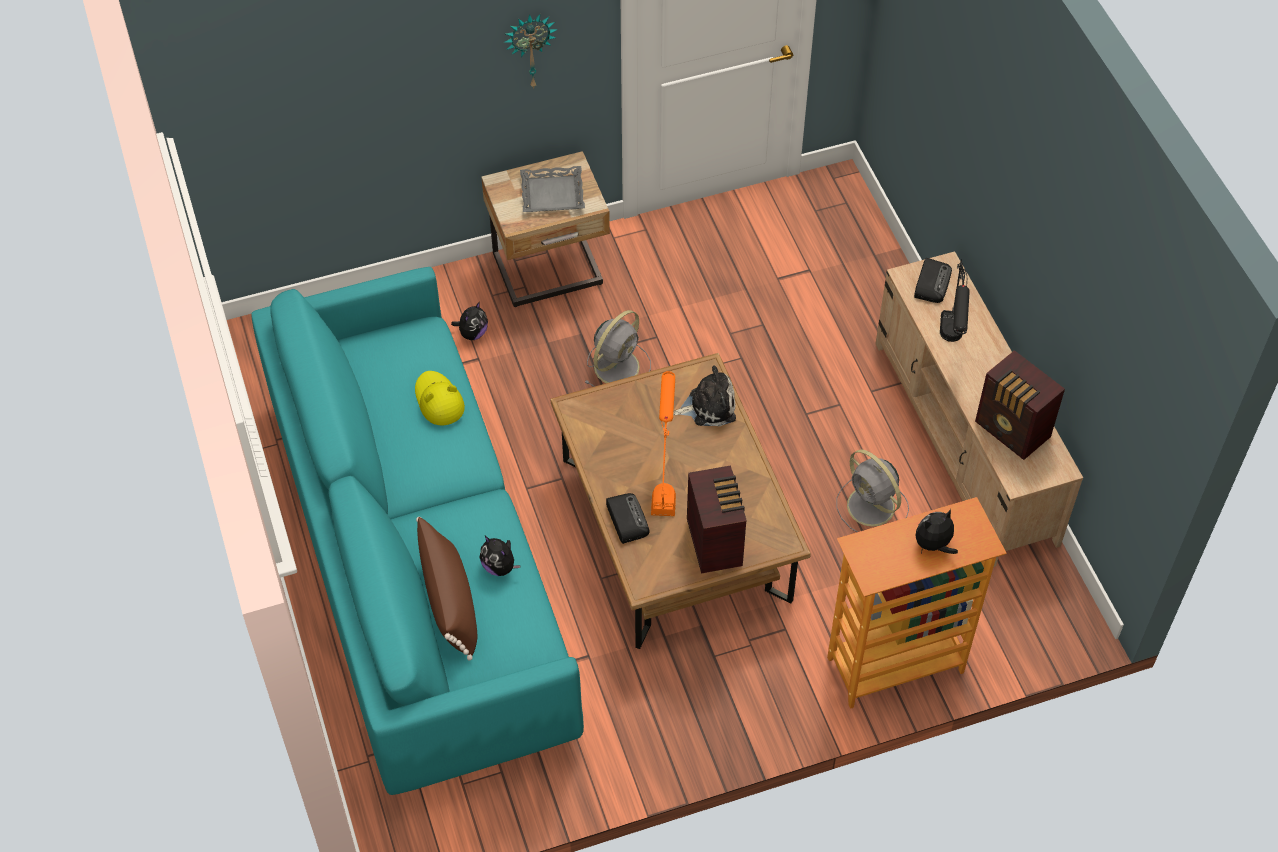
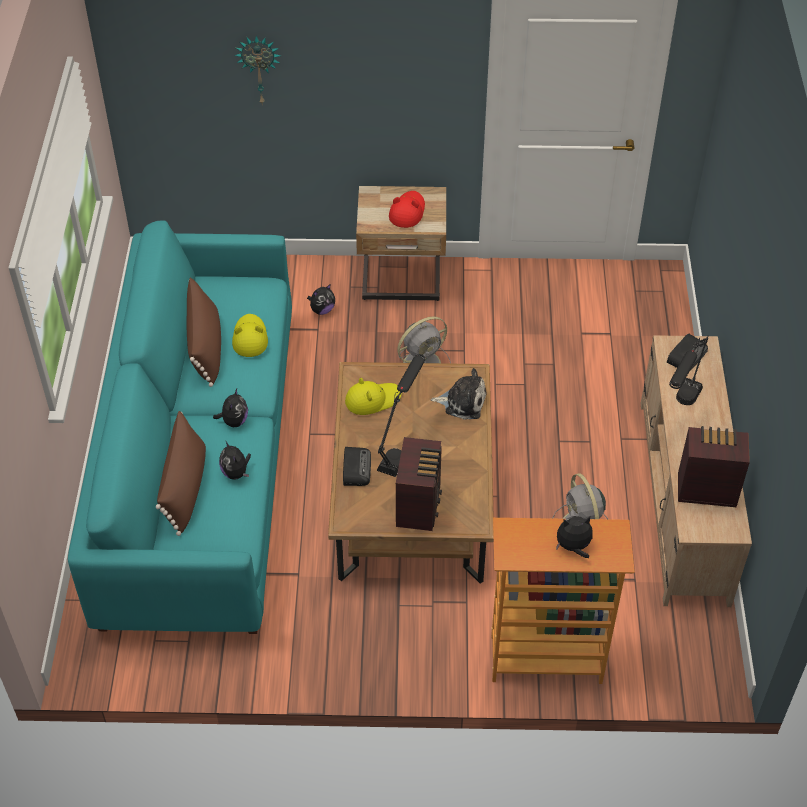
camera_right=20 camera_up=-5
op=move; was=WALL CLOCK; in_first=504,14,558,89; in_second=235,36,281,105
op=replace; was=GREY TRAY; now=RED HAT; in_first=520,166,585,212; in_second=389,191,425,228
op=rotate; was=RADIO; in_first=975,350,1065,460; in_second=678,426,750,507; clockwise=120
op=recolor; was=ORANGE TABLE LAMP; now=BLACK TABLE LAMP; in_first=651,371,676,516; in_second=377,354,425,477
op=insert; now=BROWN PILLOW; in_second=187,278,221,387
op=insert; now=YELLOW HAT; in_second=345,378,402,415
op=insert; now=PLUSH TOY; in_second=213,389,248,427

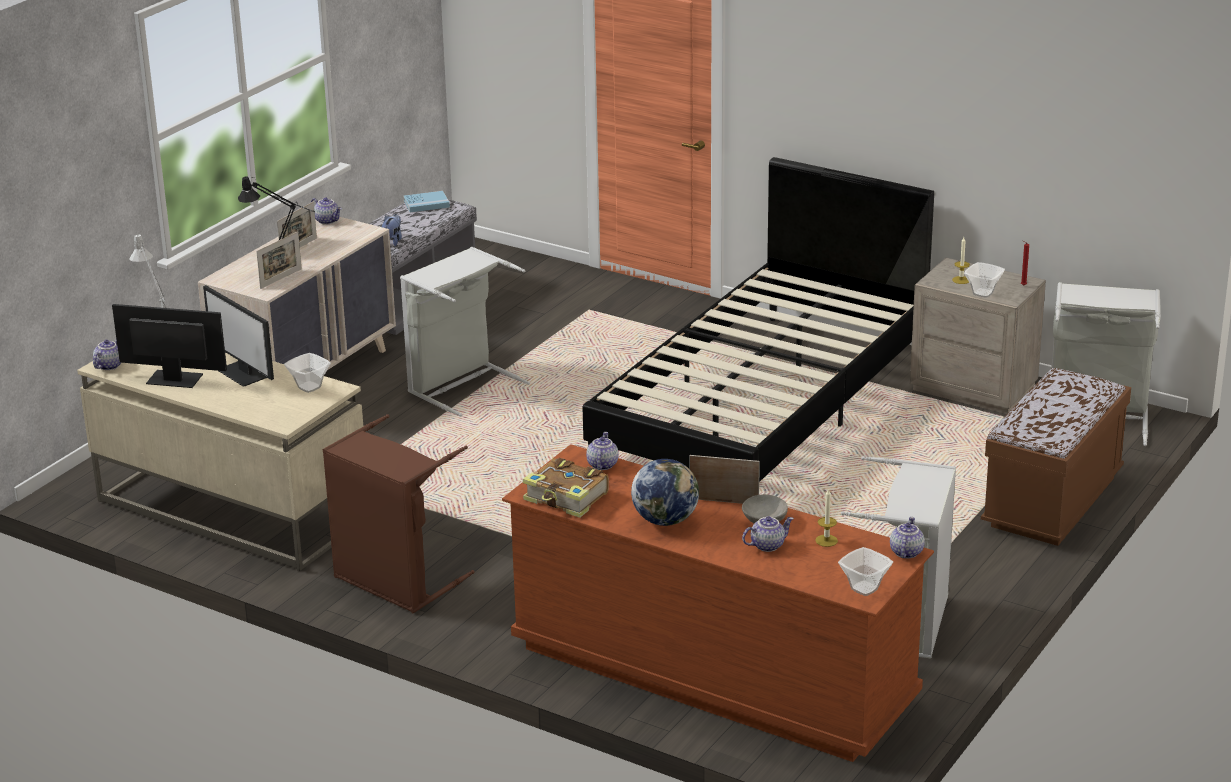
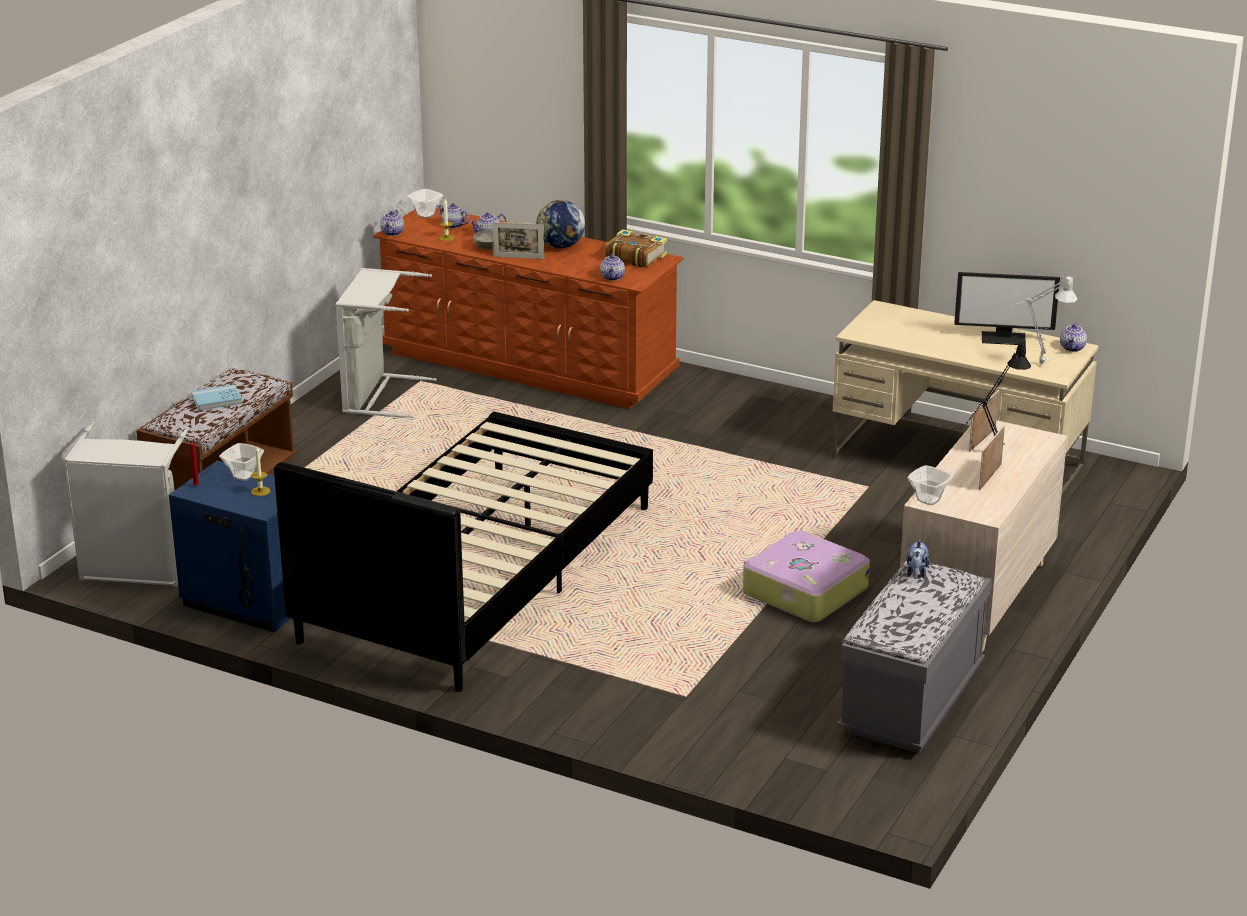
camera_right=175 camera_up=0
op=move; was=BLUE BOOK; in_first=404,191,450,212; in_second=191,384,242,411
op=move; was=TEAPOT; in_first=311,197,342,225; in_second=437,203,469,229
op=replace; was=GREY LAUNDRY BASKET; now=SUITCASE; in_first=400,246,530,417; in_second=743,530,870,622
op=recolor; was=BEIGE NIGHTSTAND; now=BLUE NIGHTSTAND; in_first=910,258,1046,414; in_second=169,461,291,633
op=delete; was=MONITOR; in_first=203,285,274,387
op=move; was=BOWL; in_first=284,353,331,393; in_second=908,465,953,505
op=delete; was=BROWN LAUNDRY BASKET; in_first=323,414,475,613

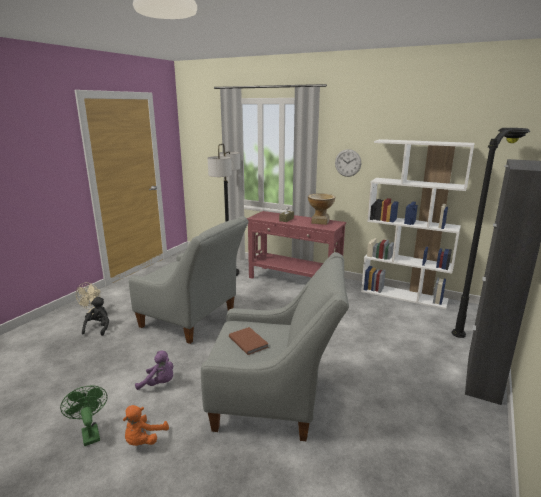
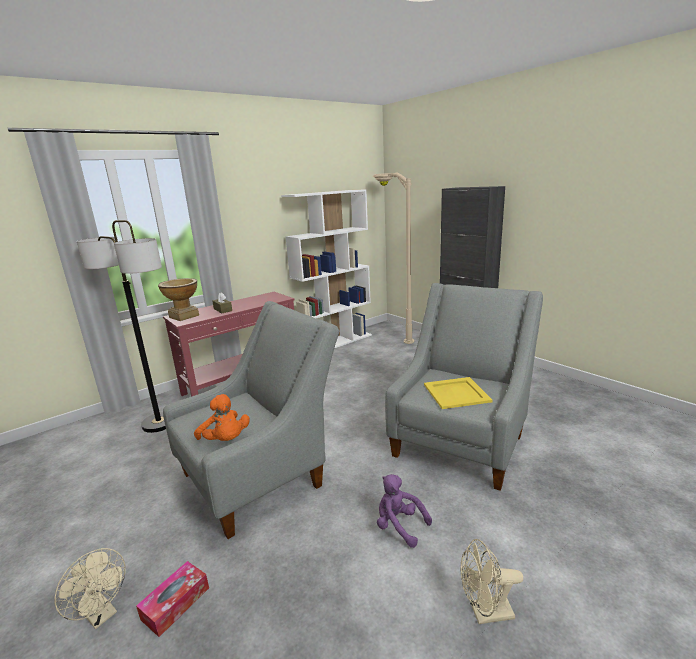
camera_right=-65 camera_up=0
op=recolor; was=BLACK FLOOR LAMP; now=BEIGE FLOOR LAMP; in_first=452,128,531,338; in_second=373,173,414,344
op=delete; was=WALL CLOCK; in_first=335,149,361,177
op=move; was=VASE; in_first=308,193,335,225; in_second=158,278,199,321
op=replace; was=BLACK PLUSH TOY; now=TISSUE BOX; in_first=82,297,109,336; in_second=136,561,209,637
op=replace; was=BROWN BOOK; now=YELLOW TRAY; in_first=229,327,269,355; in_second=424,377,493,409
op=rotate; was=PURPLE PLUSH TOY; in_first=135,351,173,390; in_second=377,474,432,548; clockwise=-90
op=recolor; was=GREEN FAN; now=BEIGE FAN; in_first=60,385,107,446; in_second=461,539,523,624
op=move; was=ORANGE PLUSH TOY; in_first=123,405,169,446; in_second=194,394,250,441

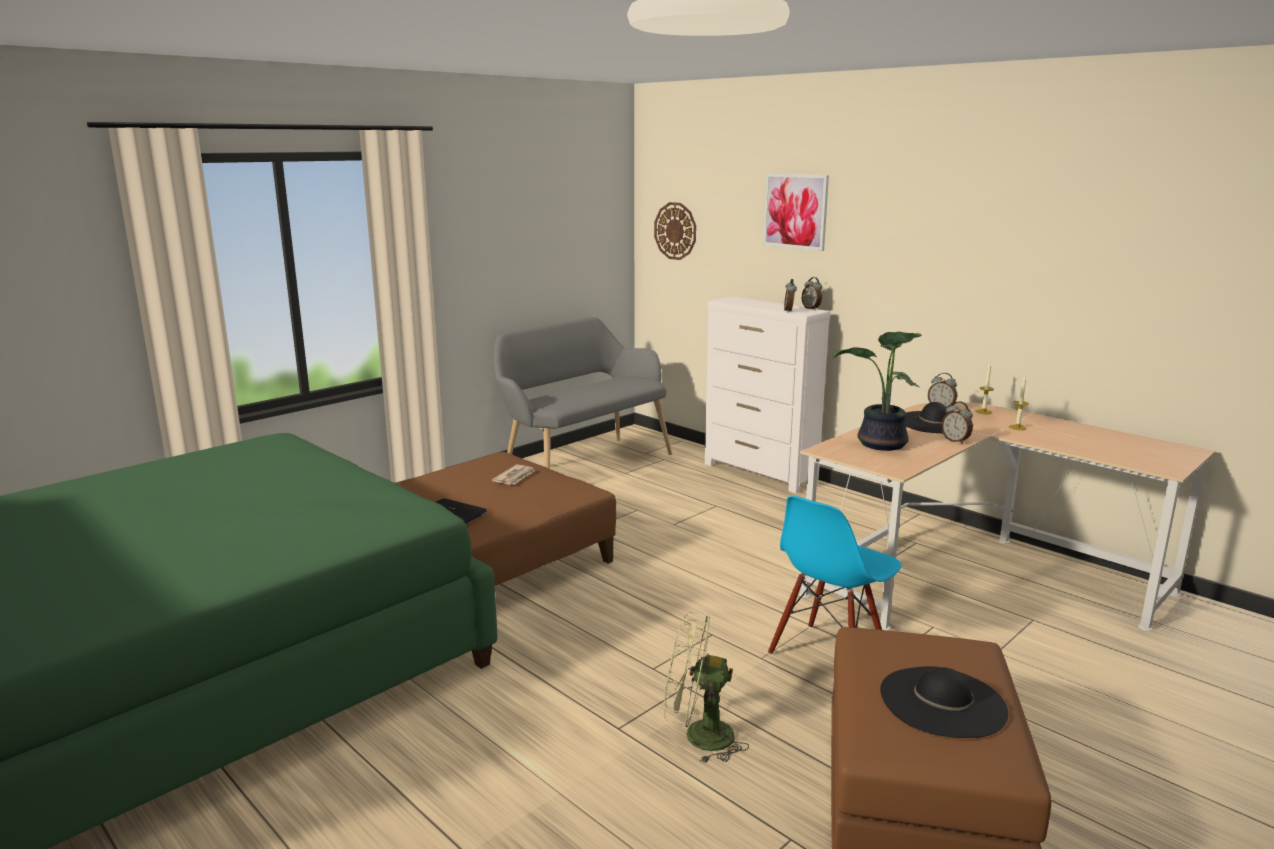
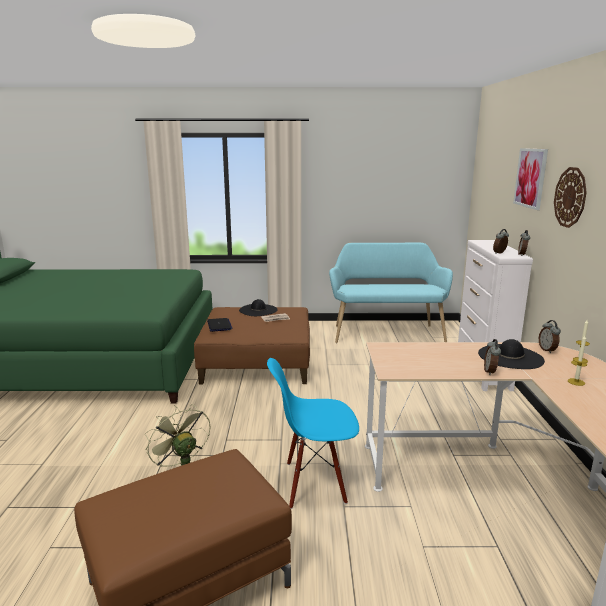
camera_right=45 camera_up=0
op=move; was=WALL CLOCK; in_first=654,202,696,260; in_second=554,167,587,228
op=recolor; was=GREY BENCH; now=TURQUOISE BENCH; in_first=494,317,672,469; in_second=329,243,453,343
op=delete; was=POTTED PLANT; in_first=833,332,922,451
op=move; was=BLACK HAT; in_first=880,666,1008,738; in_second=239,299,278,316

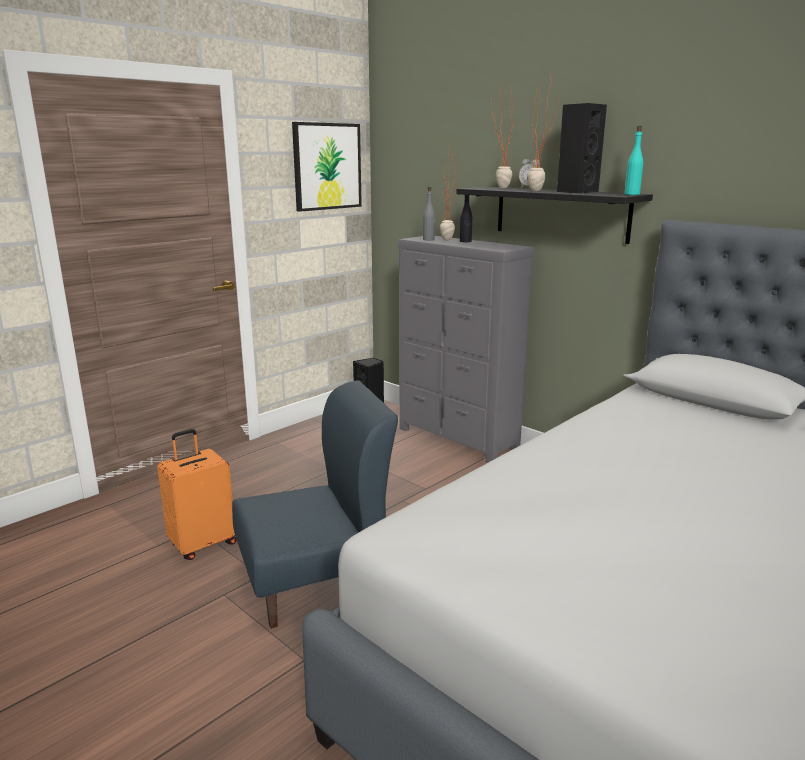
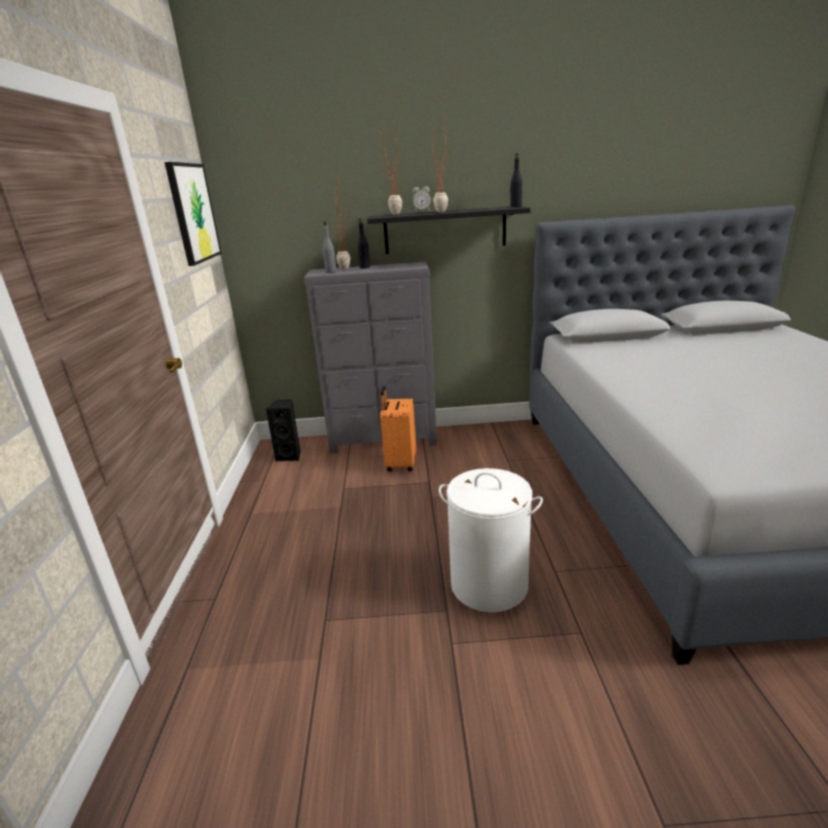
camera_right=-45 camera_up=5
op=delete; was=BLACK SPEAKER; in_first=557,103,607,193
op=recolor; was=TURQUOISE BOTTLE; now=BLACK BOTTLE; in_first=624,126,643,195; in_second=510,153,522,207
op=replace; was=BLUE CHAIR; now=WHITE LAUNDRY BASKET; in_first=232,380,398,629; in_second=439,468,543,613
op=move; was=ORANGE SUITCASE; in_first=157,429,236,560; in_second=380,386,416,471

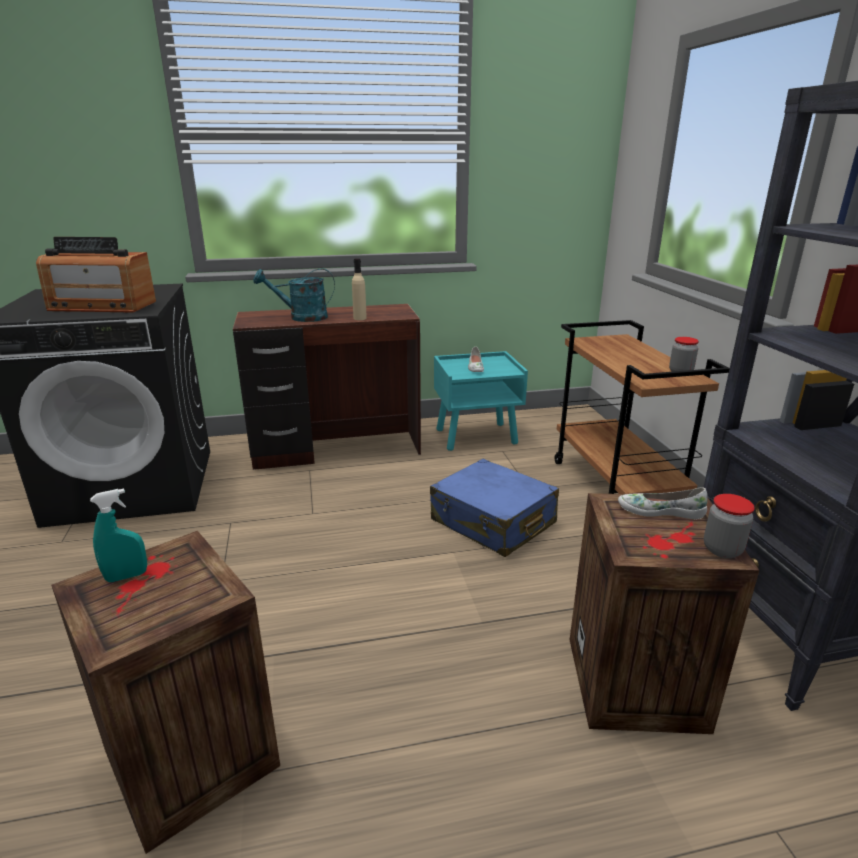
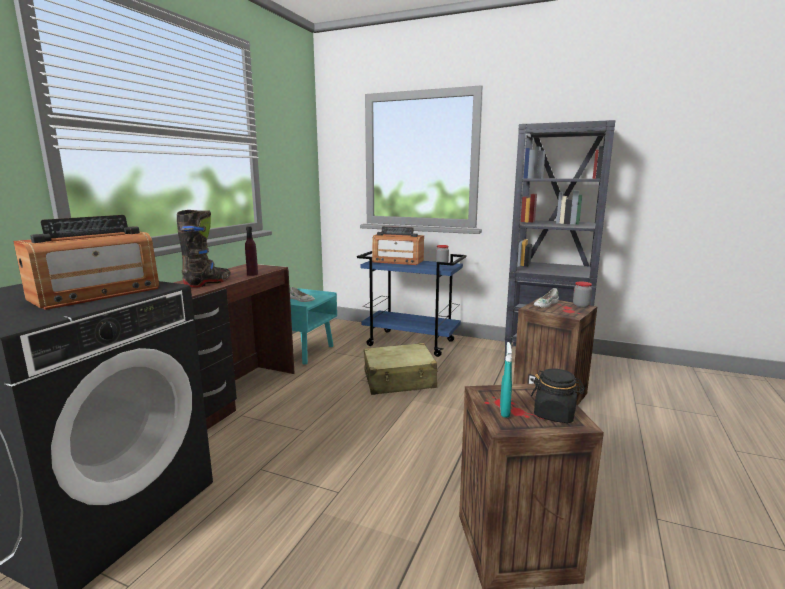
camera_right=-55 camera_up=-10
op=recolor; was=BEIGE BOTTLE; now=PURPLE BOTTLE; in_first=352,258,367,320; in_second=245,226,258,276
op=replace; was=TURQUOISE WATERING CAN; now=BLACK BOOT; in_first=253,268,335,322; in_second=177,210,231,287
op=recolor; was=BROWN CART; now=BLUE CART; in_first=555,320,730,494; in_second=357,251,466,357
op=recolor; was=BLUE SUITCASE; now=BEIGE SUITCASE; in_first=430,459,559,557; in_second=364,343,438,395
op=insert; now=RADIO; in_second=372,226,424,265
op=insert; now=BLACK JAR; in_second=531,369,584,423

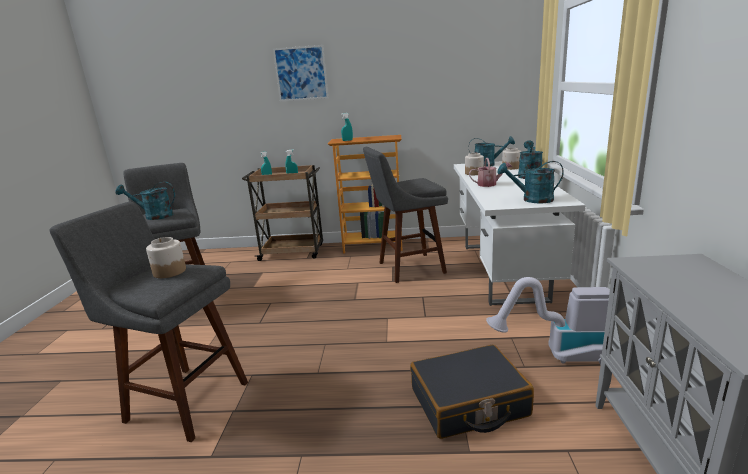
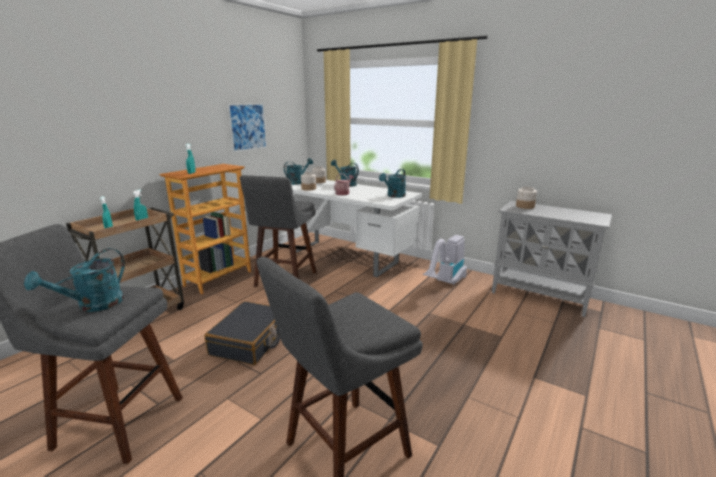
camera_right=-60 camera_up=0
op=move; was=PICTURE; in_first=273,45,328,102; in_second=227,103,267,152
op=move; was=JAR; in_first=146,237,186,278; in_second=516,187,537,209
op=move; was=BLACK SUITCASE; in_first=410,345,534,439; in_second=205,301,281,365

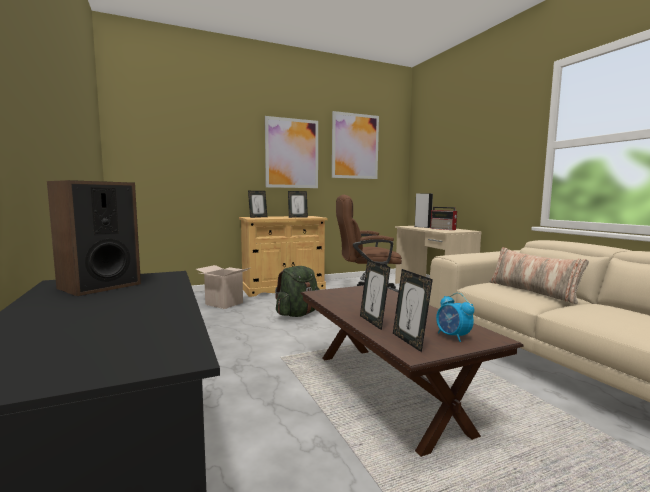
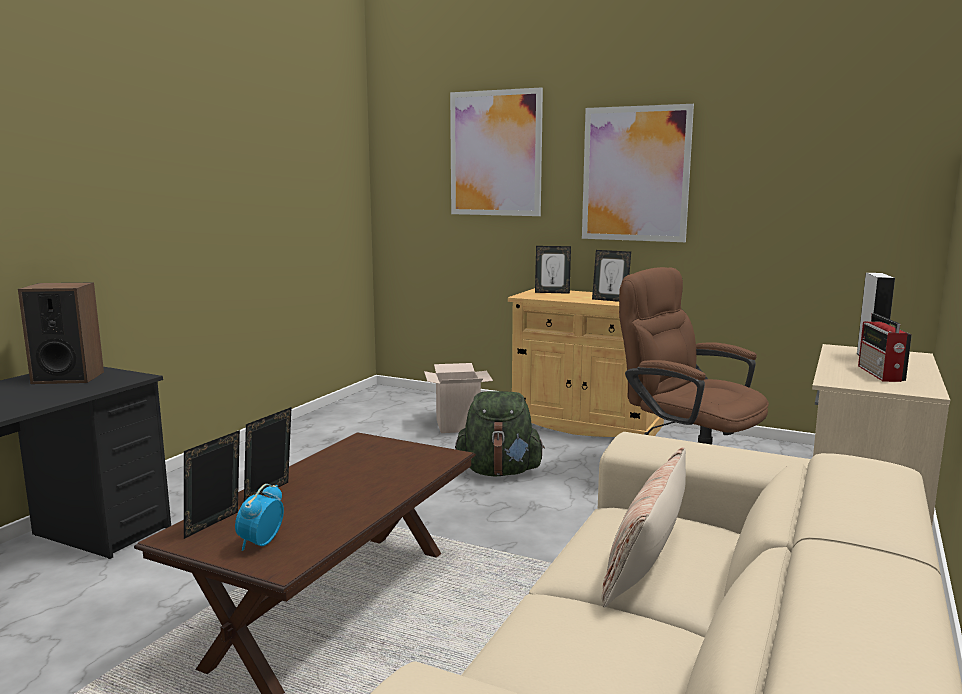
camera_right=50 camera_up=5
op=move; was=PICTURE; in_first=332,111,379,179; in_second=450,87,543,216

